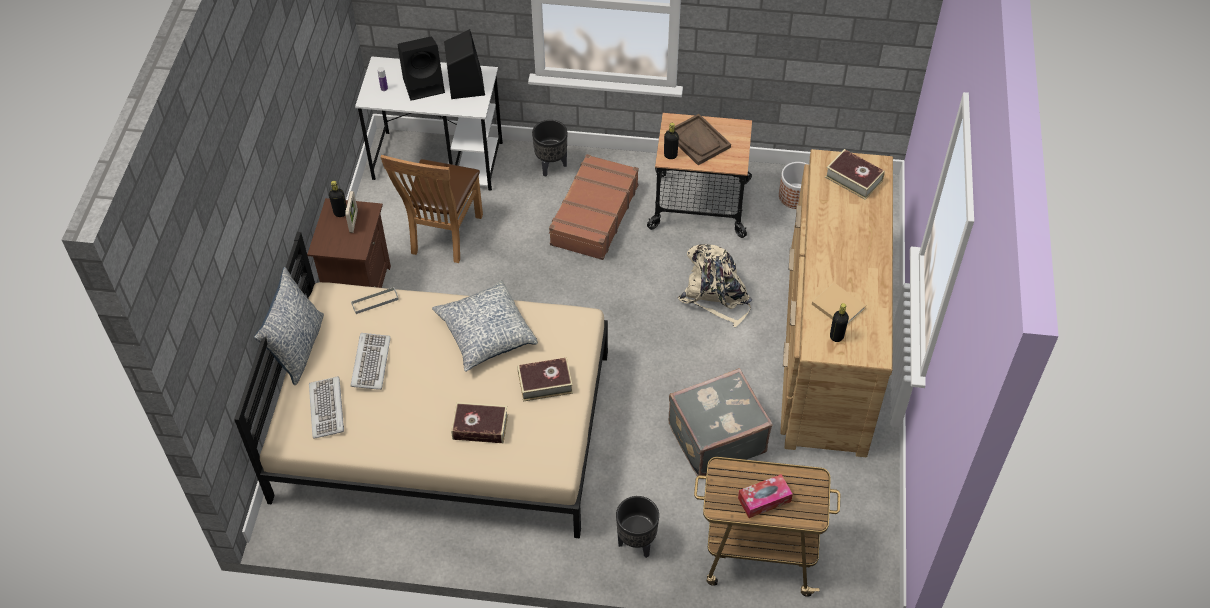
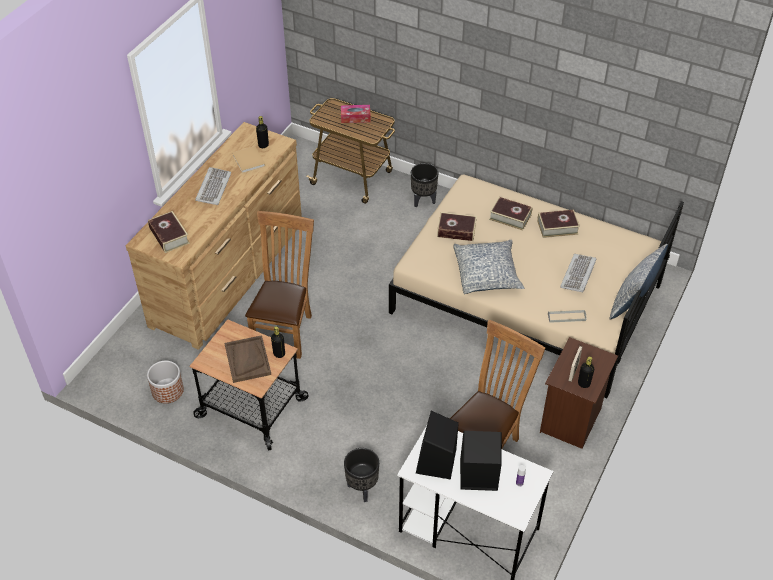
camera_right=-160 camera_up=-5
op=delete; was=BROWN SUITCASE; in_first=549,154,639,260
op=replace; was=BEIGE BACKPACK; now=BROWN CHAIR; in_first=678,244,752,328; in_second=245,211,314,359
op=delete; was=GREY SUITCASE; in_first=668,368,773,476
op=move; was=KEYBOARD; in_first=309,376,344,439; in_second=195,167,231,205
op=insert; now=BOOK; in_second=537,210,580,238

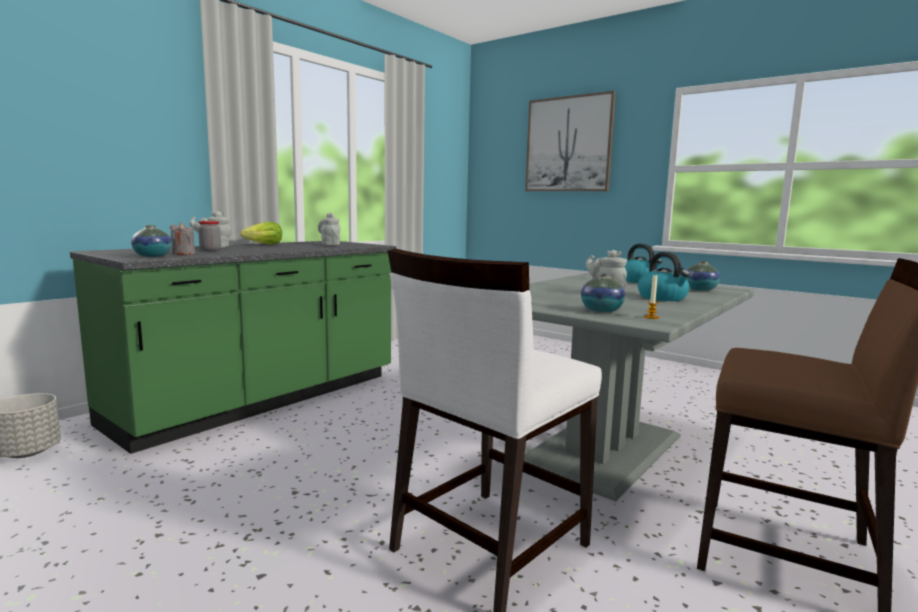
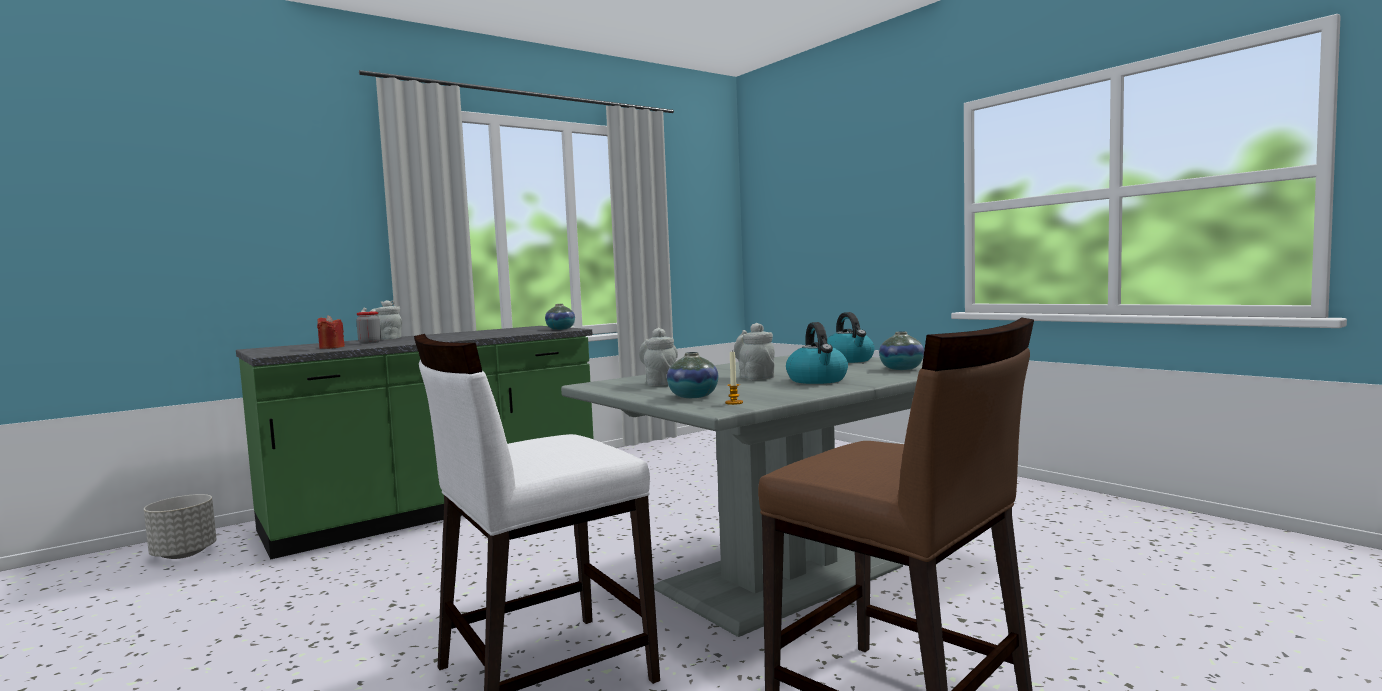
camera_right=15 camera_up=-5
op=delete; was=PICTURE; in_first=525,91,616,191
op=move; was=GREY TEAPOT; in_first=318,213,340,245; in_second=639,328,678,386
op=recolor; was=GREY CANDLE; now=RED CANDLE; in_first=170,222,195,255; in_second=317,315,345,349
op=delete; was=LETTUCE; in_first=240,222,282,244
op=move; was=VASE; in_first=131,225,172,257; in_second=545,304,575,330

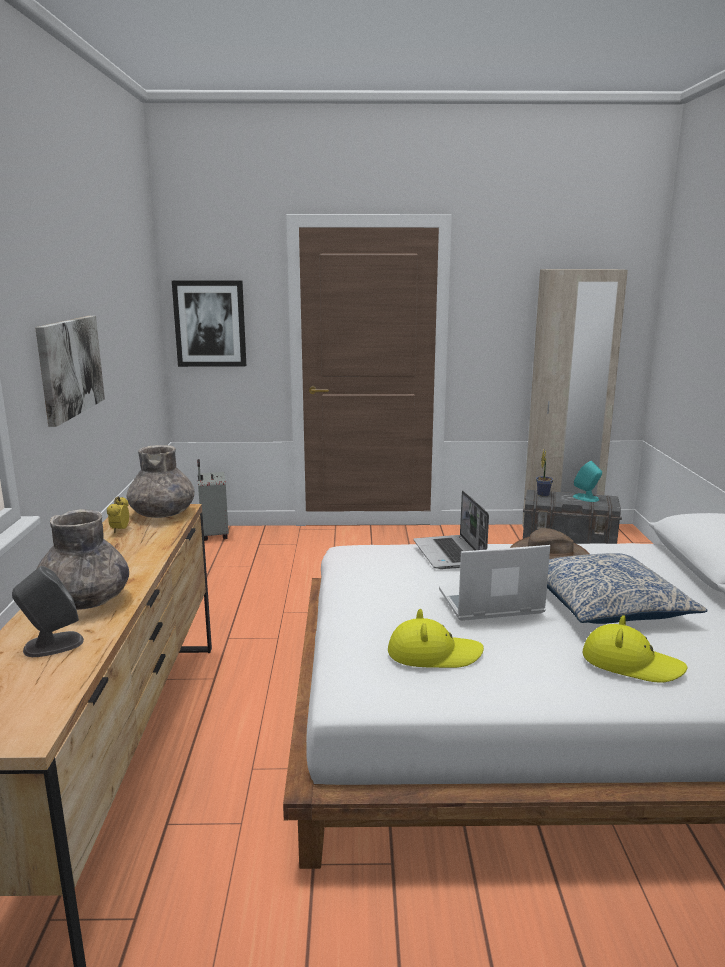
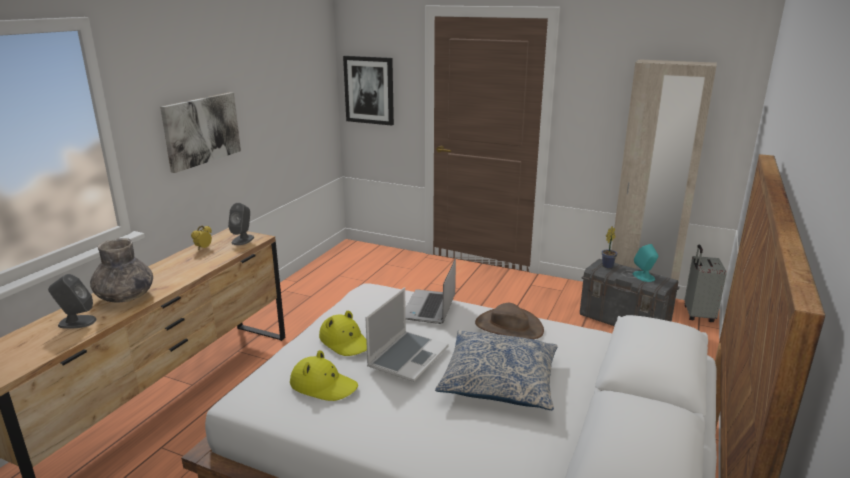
camera_right=25 camera_up=5
op=replace; was=GREY VASE; now=GREY SPEAKER; in_first=126,445,194,518; in_second=228,203,254,245
op=move; was=GREY SUITCASE; in_first=197,459,229,541; in_second=684,245,727,322
op=rotate; was=LAPTOP; in_first=439,545,550,621; in_second=365,287,449,382; clockwise=105
op=move; was=YELLOW HAT; in_first=583,615,688,683; in_second=319,311,367,356

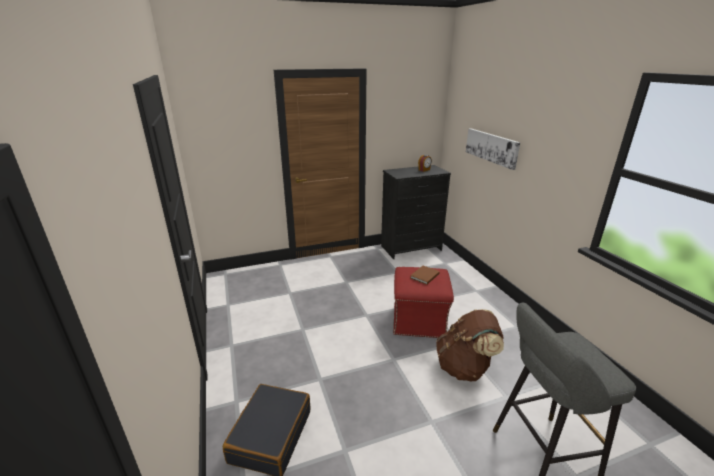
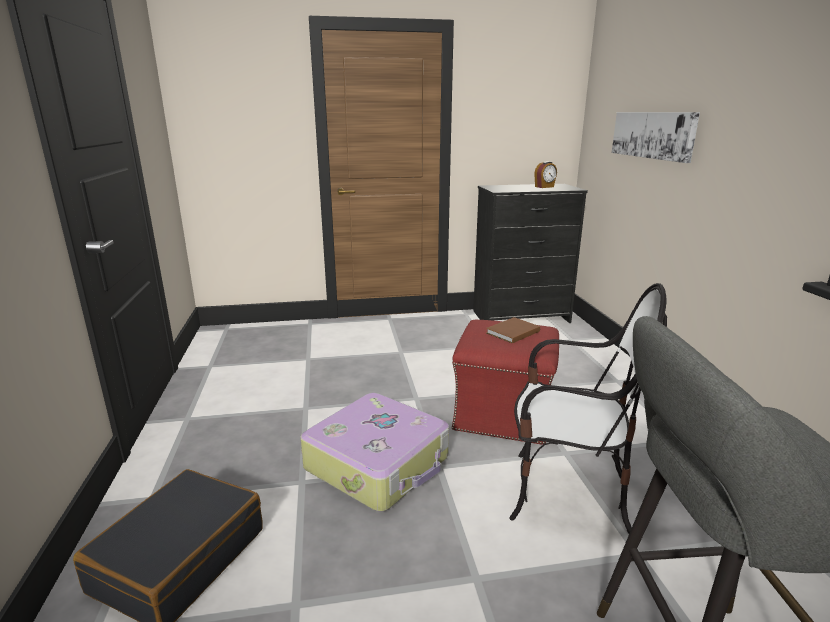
camera_right=10 camera_up=-5
op=replace; was=BROWN BACKPACK; now=CHAIR; in_first=436,309,504,381; in_second=509,283,667,533
op=insert; now=SUITCASE; in_second=300,393,449,512

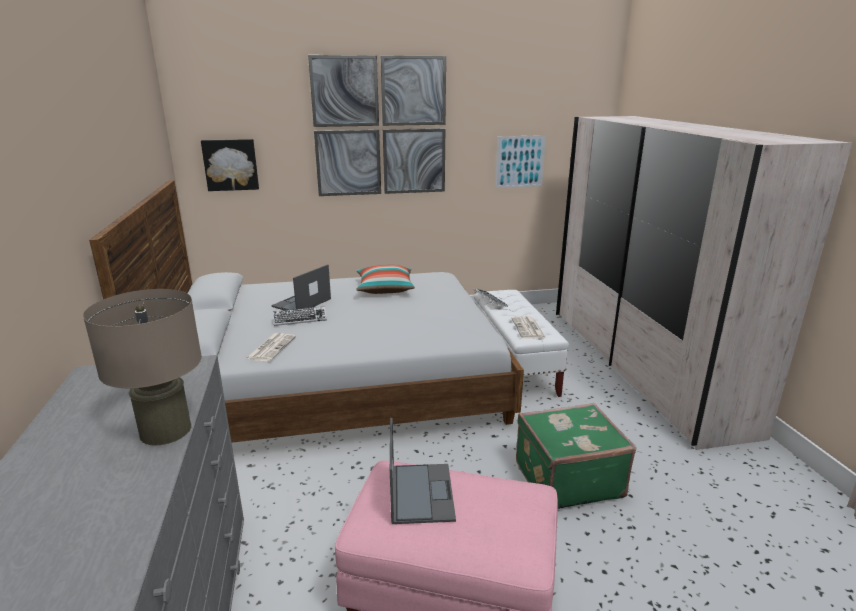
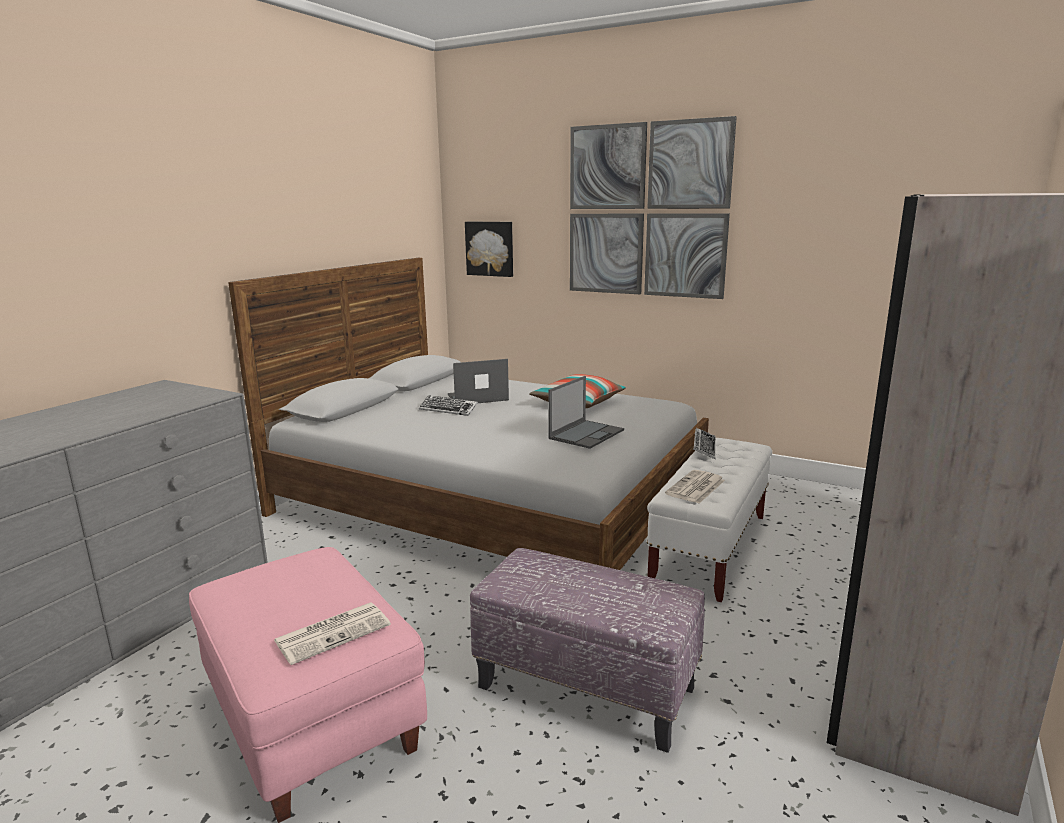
camera_right=40 camera_up=-5
op=delete; was=PICTURE; in_first=495,135,546,188
op=delete; was=BEIGE TABLE LAMP; in_first=83,289,202,445
op=move; was=NEWSPAPER; in_first=245,333,296,361; in_second=274,603,391,665
op=replace; was=GREEN SUITCASE; now=OTTOMAN; in_first=516,403,636,509; in_second=470,548,705,753
op=move; was=LAPTOP; in_first=390,418,456,524; in_second=548,376,624,449

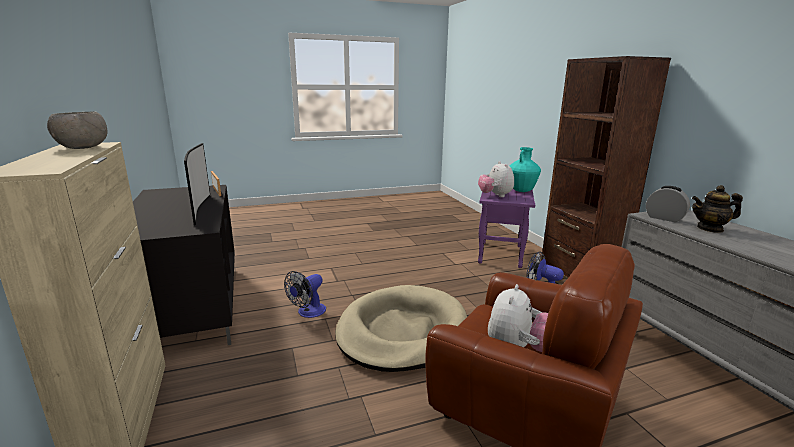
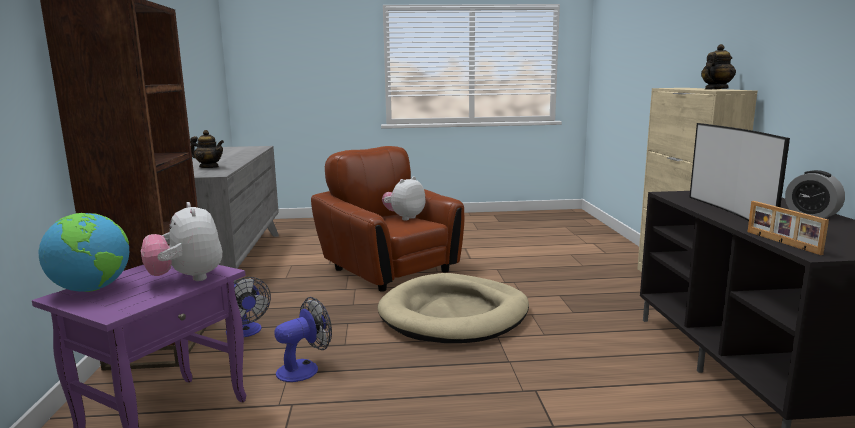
camera_right=-165 camera_up=-5
op=replace; was=GREY BOWL; now=TEAPOT; in_first=47,112,107,149; in_second=701,44,736,90
op=replace; was=TURQUOISE VASE; now=GLOBE; in_first=510,147,541,192; in_second=39,213,129,292
op=rotate; was=PLUSH TOY; in_first=478,161,514,197; in_second=141,202,222,281; clockwise=150
op=move; was=ALARM CLOCK; in_first=646,186,690,222; in_second=785,170,845,218
op=move; was=FAN; in_first=284,271,326,318; in_second=275,297,332,382

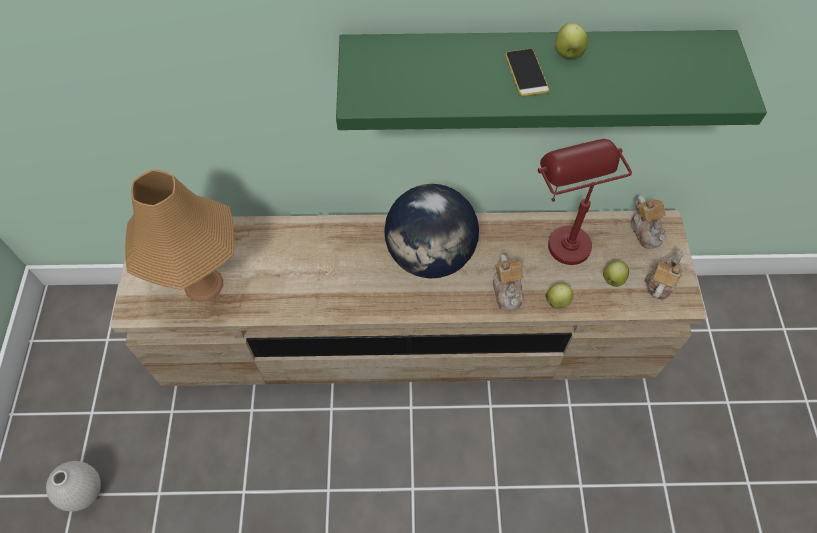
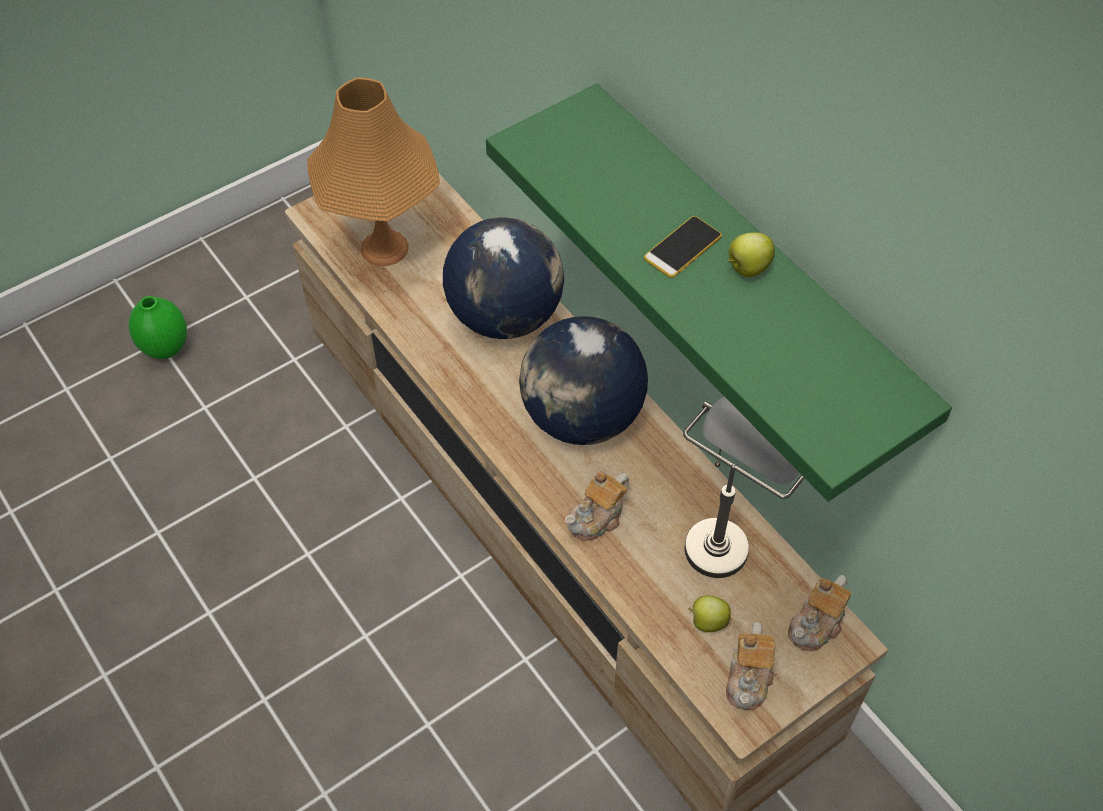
camera_right=55 camera_up=-5
op=recolor; was=RED TABLE LAMP; now=GREY TABLE LAMP; in_first=538,139,632,265; in_second=683,397,804,578
op=rotate; was=TEAPOT; in_first=644,249,684,300; in_second=726,622,775,710; clockwise=105
op=delete; was=APPLE; in_first=546,283,573,309
op=recolor; was=WHITE VASE; now=GREEN VASE; in_first=46,461,101,512; in_second=129,296,187,359
op=insert; now=GLOBE; in_second=443,217,564,339

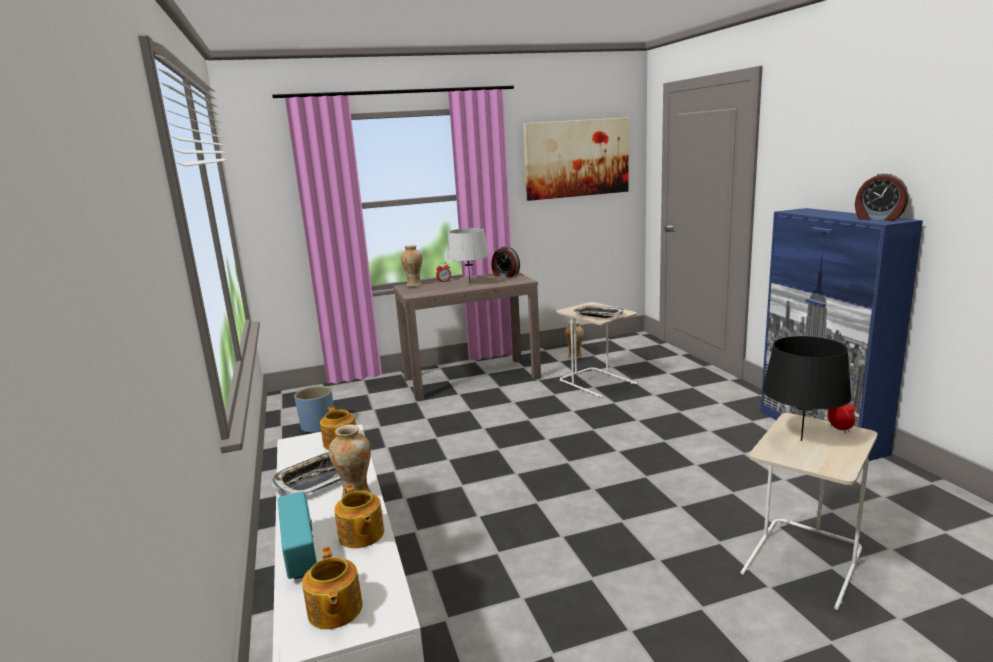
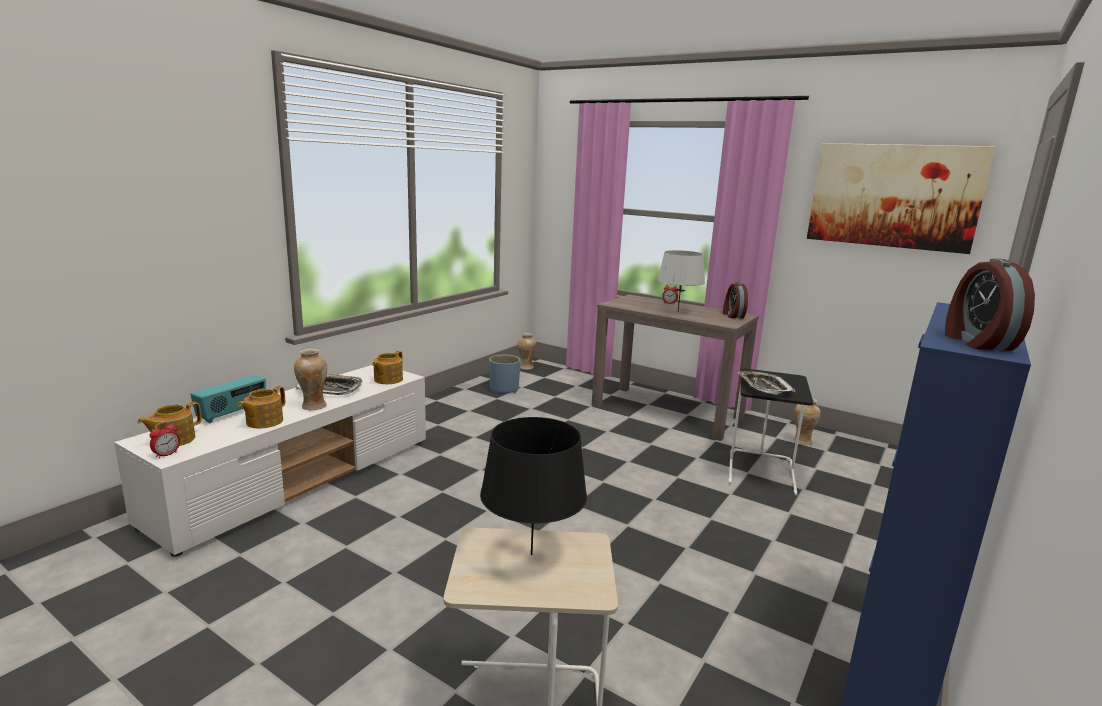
camera_right=50 camera_up=0
op=move; was=VASE; in_first=401,245,422,287; in_second=518,333,536,370
op=recolor; was=BEIGE SIDE TABLE; now=BLACK SIDE TABLE; in_first=557,302,638,398; in_second=728,368,813,495
op=move; was=ALARM CLOCK; in_first=828,403,855,433; in_second=149,421,180,458

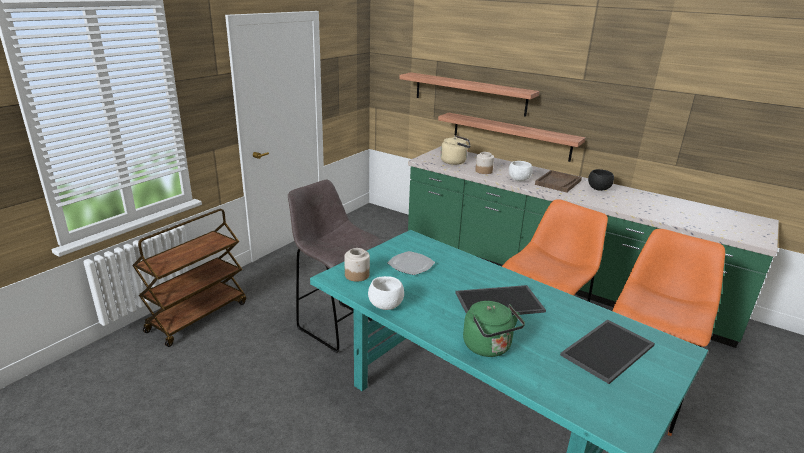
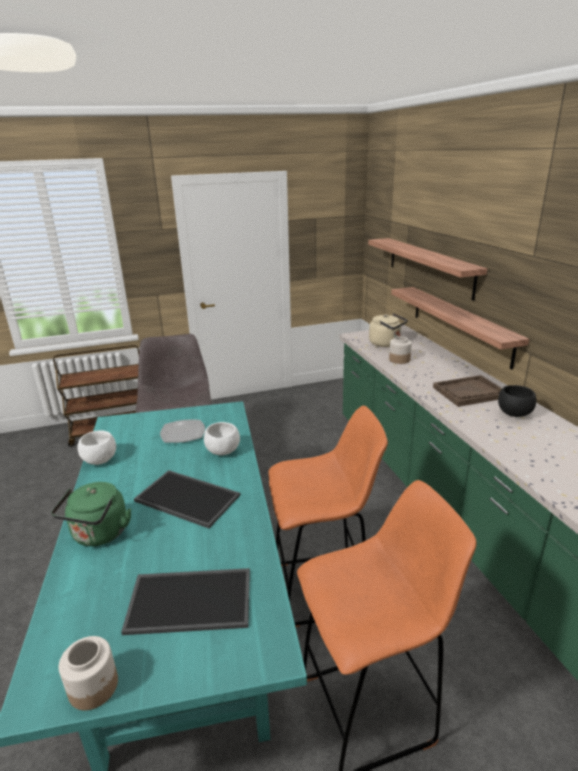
camera_right=40 camera_up=0
op=move; was=WHITE BOWL; in_first=509,161,533,181; in_second=204,422,240,455
op=move; was=JAR; in_first=344,248,370,282; in_second=59,636,118,711

